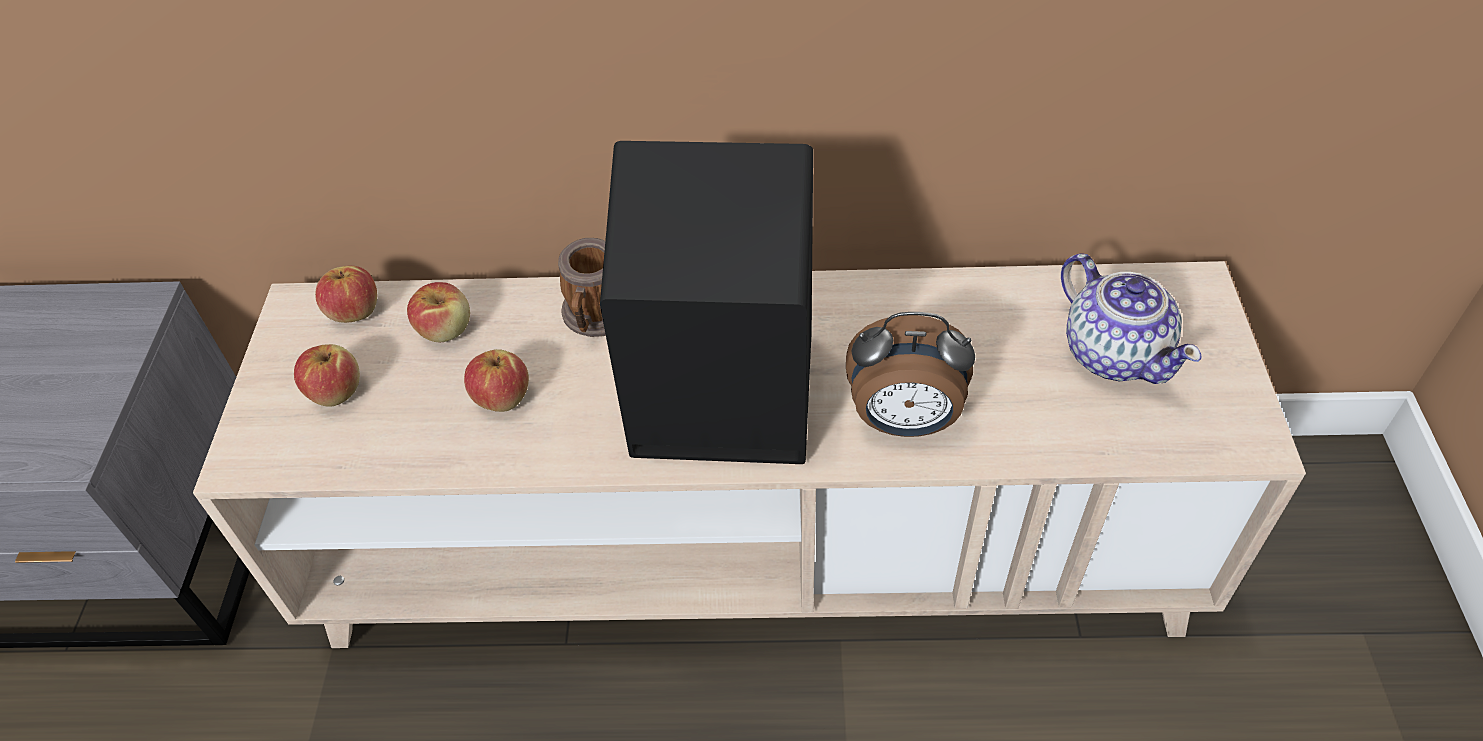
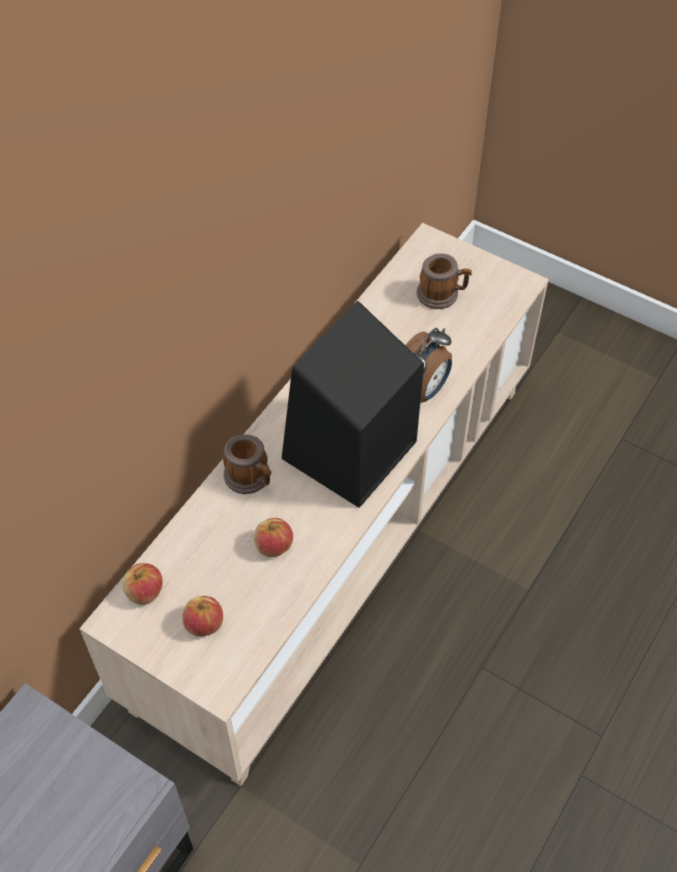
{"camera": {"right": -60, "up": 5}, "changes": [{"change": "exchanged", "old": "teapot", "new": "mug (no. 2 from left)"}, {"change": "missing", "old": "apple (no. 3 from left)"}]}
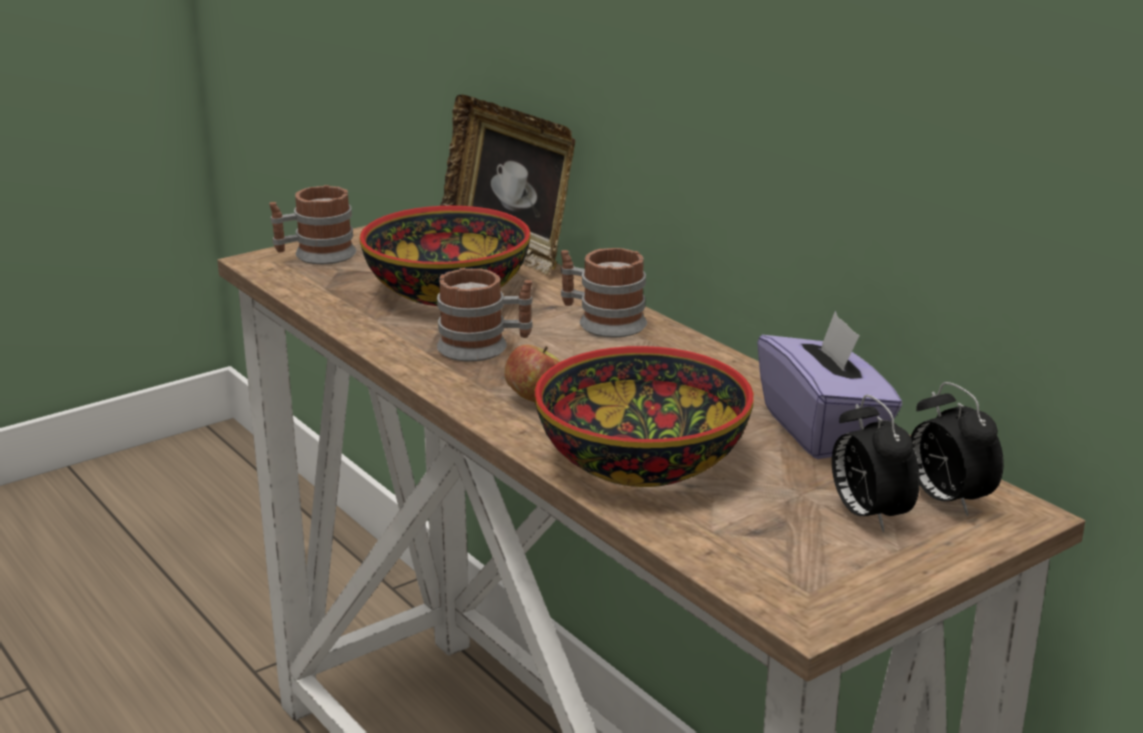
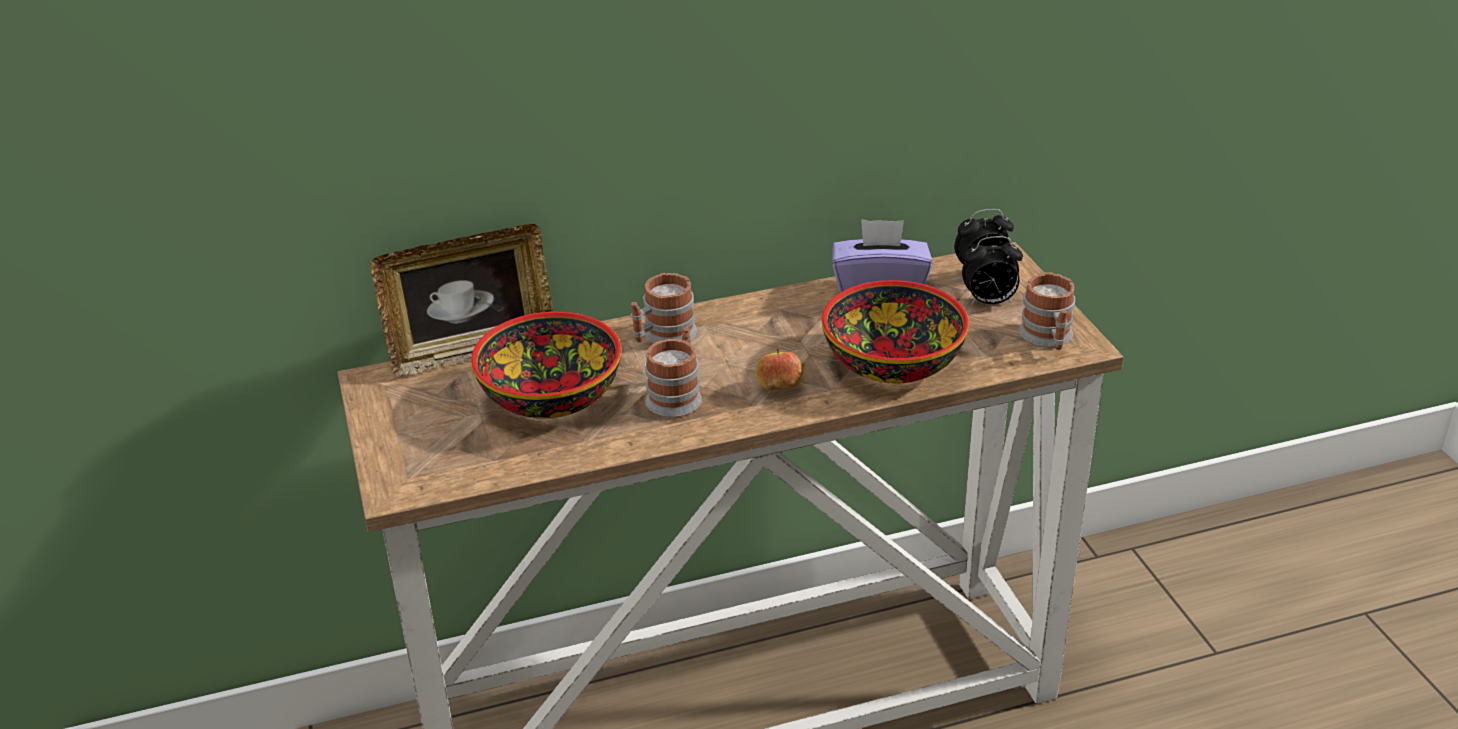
{"camera": {"right": -70, "up": 10}, "changes": [{"change": "relocated", "old": "mug (no. 1 from left in the first image)", "new": "mug (no. 3 from left)"}]}
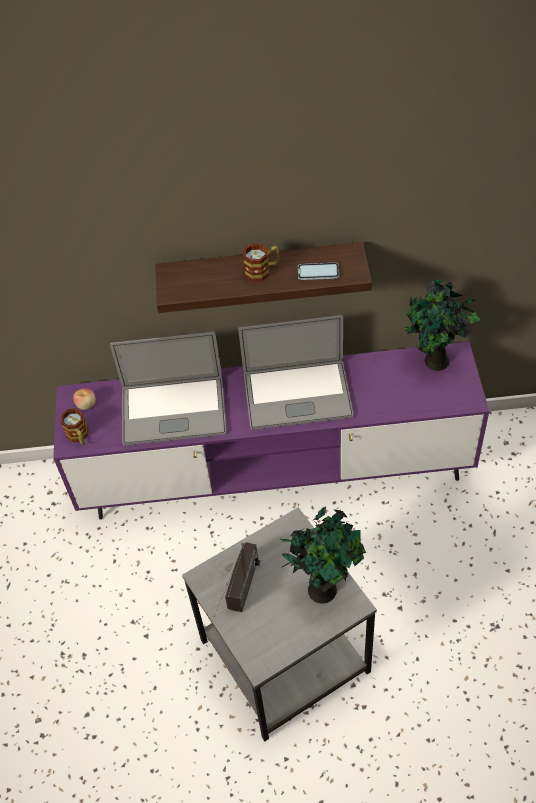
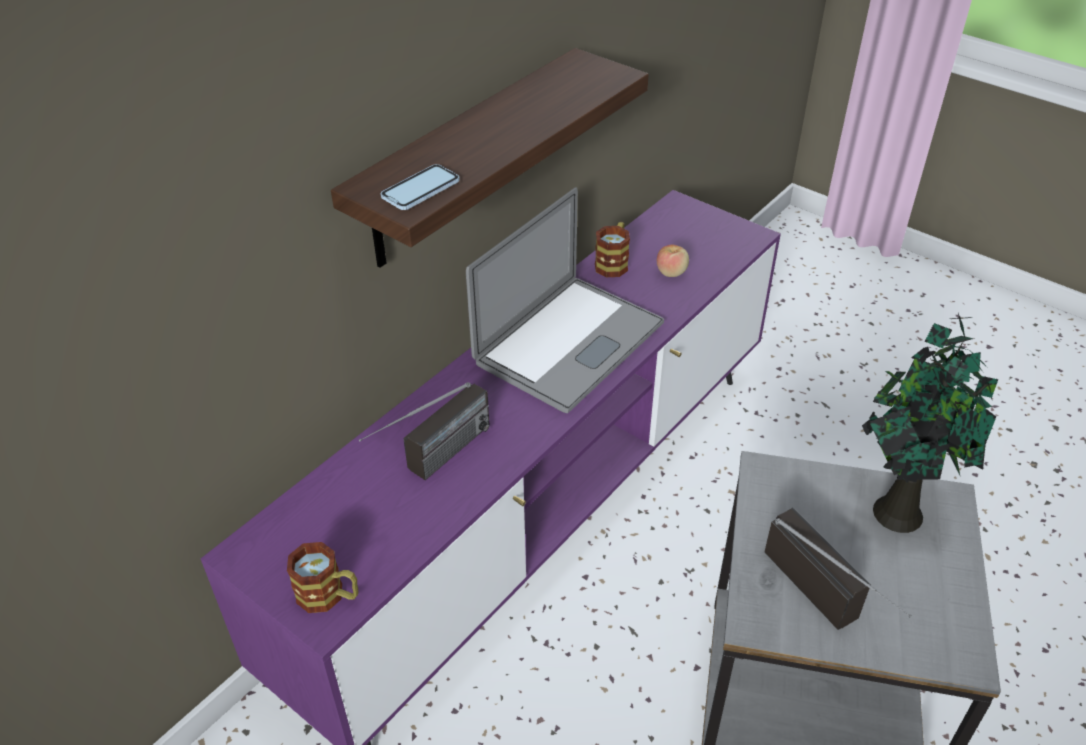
{"camera": {"right": -50, "up": -10}, "changes": [{"change": "exchanged", "old": "laptop (no. 1 from left)", "new": "radio (no. 1 from left)"}, {"change": "relocated", "old": "phone"}, {"change": "relocated", "old": "mug (no. 2 from left)"}, {"change": "relocated", "old": "apple"}, {"change": "missing", "old": "potted plant (no. 2 from left)"}]}
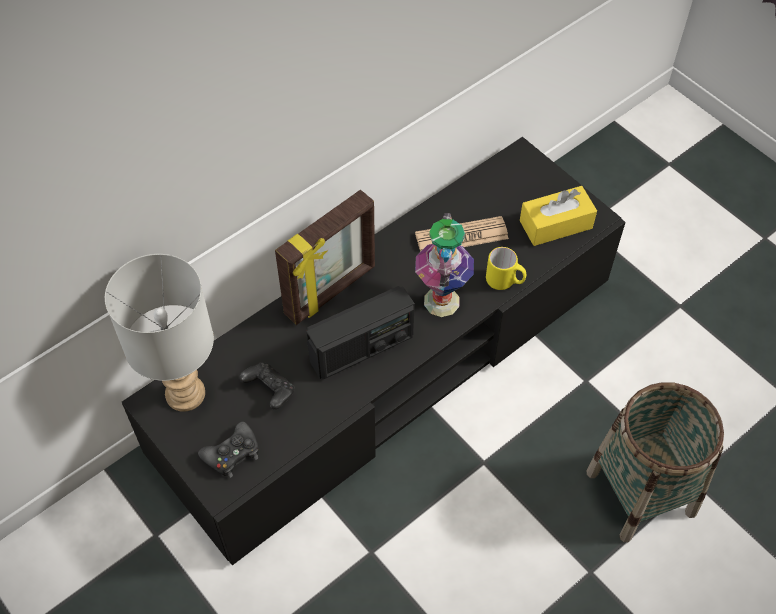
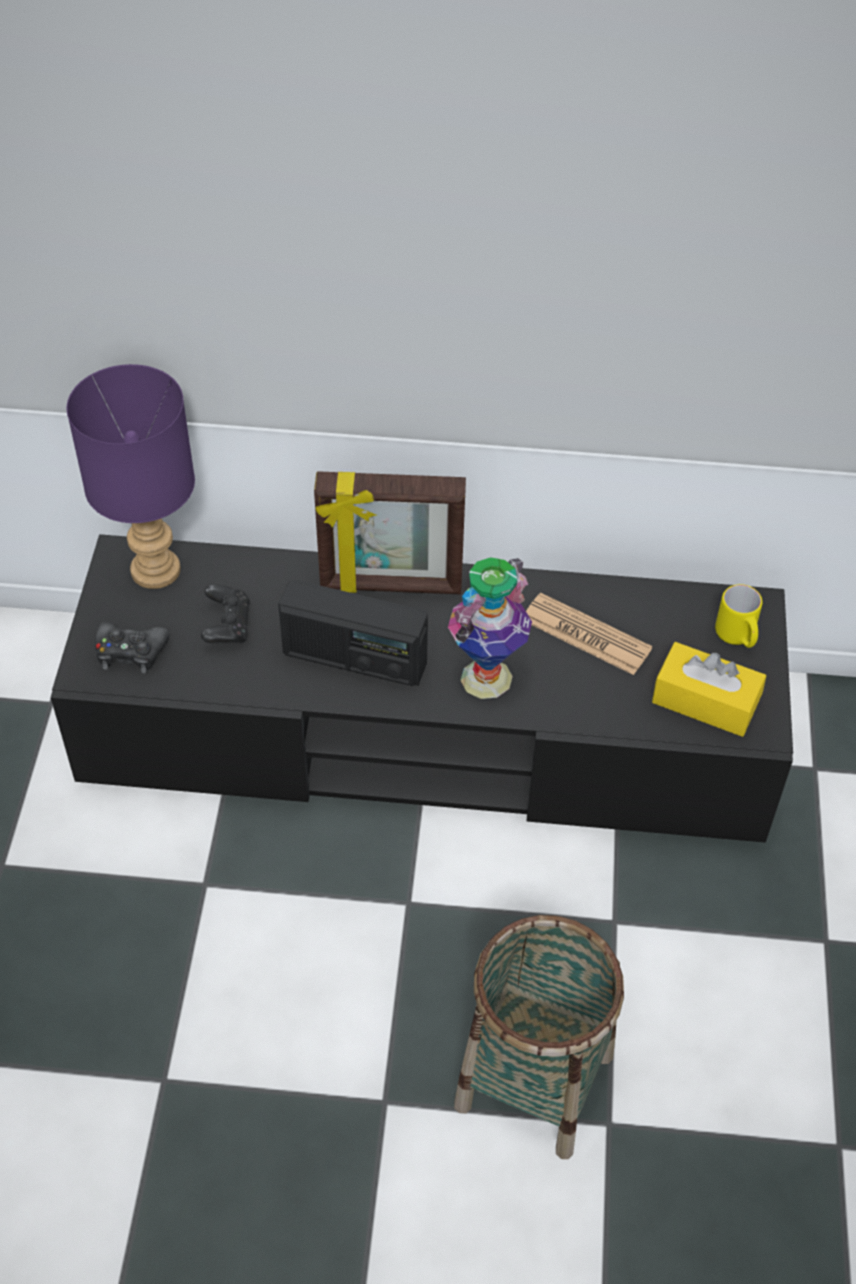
{"camera": {"right": 45, "up": -5}, "changes": [{"change": "colour", "old": "grey table lamp", "new": "purple table lamp"}, {"change": "relocated", "old": "yellow mug"}]}
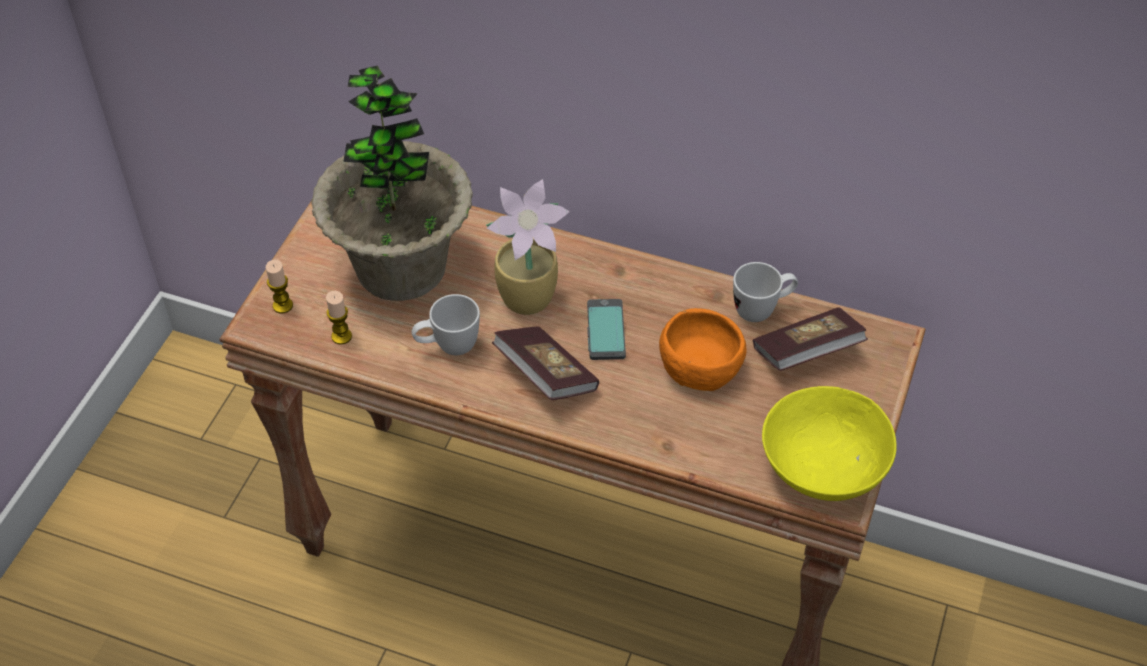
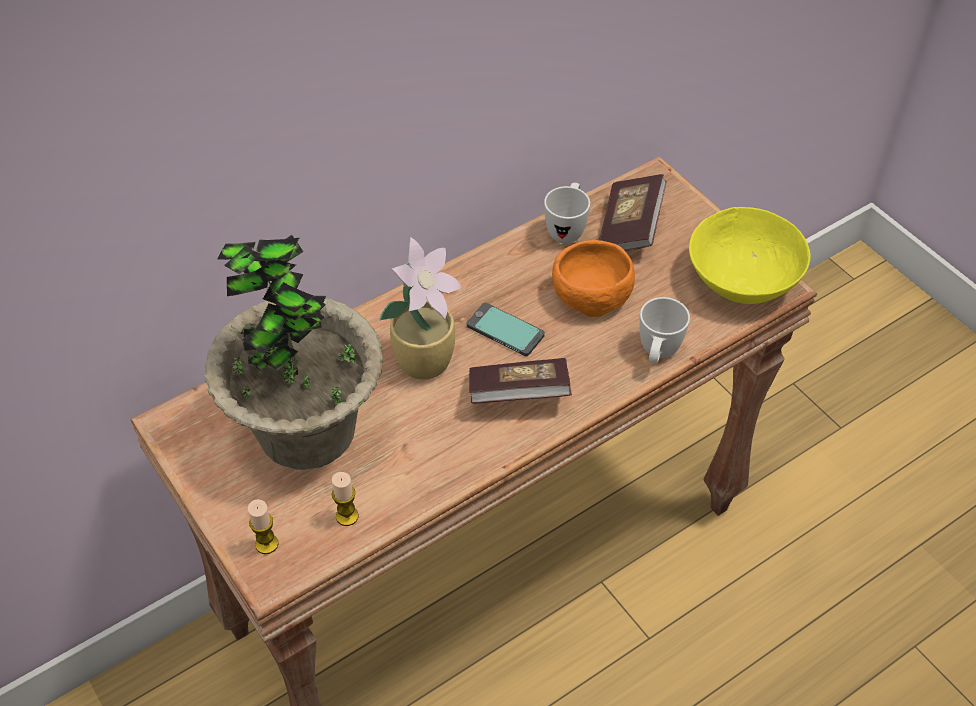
{"camera": {"right": -55, "up": 0}, "changes": [{"change": "relocated", "old": "white mug (no. 1 from left in the first image)", "new": "white mug (no. 2 from left)"}]}
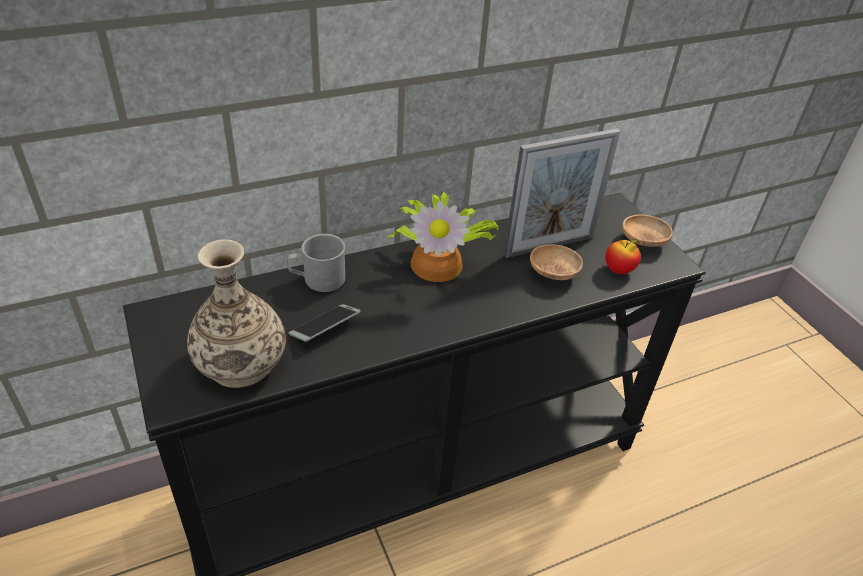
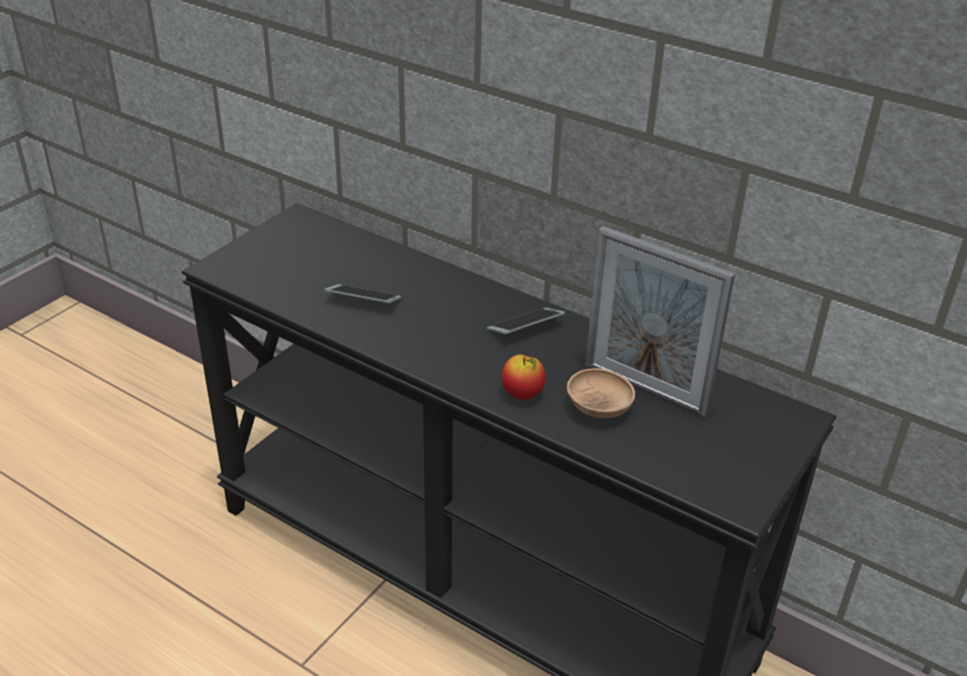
{"camera": {"right": 60, "up": -5}, "changes": [{"change": "exchanged", "old": "potted plant", "new": "phone (no. 2 from left)"}, {"change": "relocated", "old": "apple"}, {"change": "missing", "old": "vase"}, {"change": "missing", "old": "grey mug"}, {"change": "missing", "old": "brown bowl (no. 2 from left)"}]}
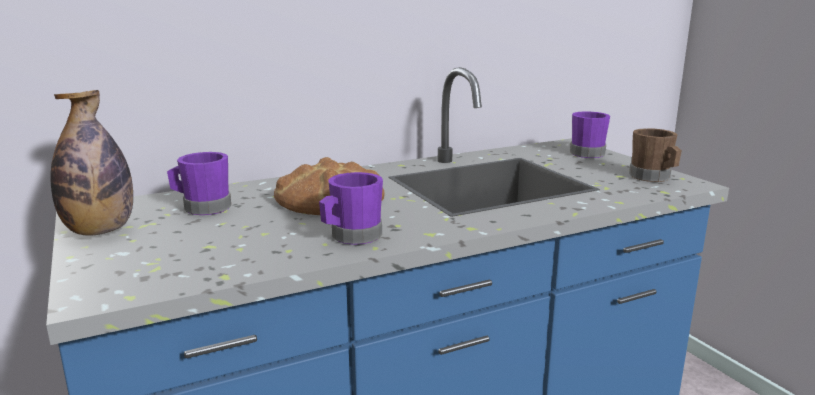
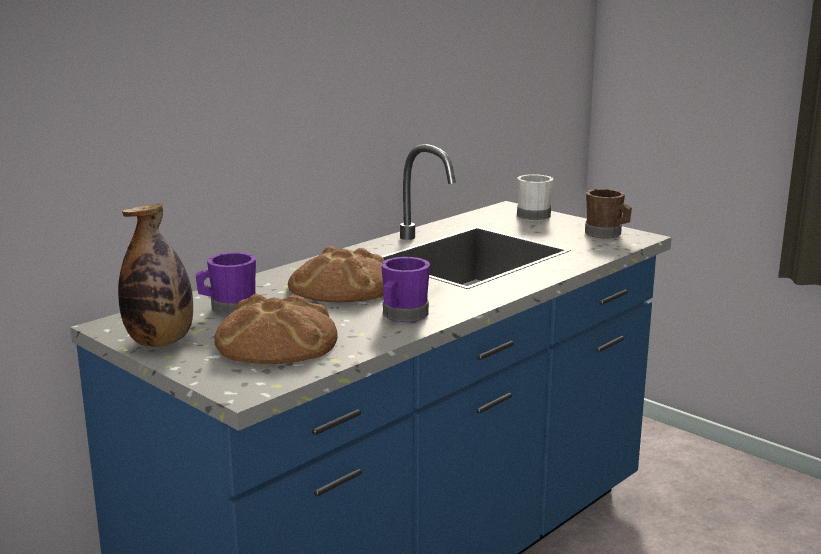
{"camera": {"right": -20, "up": 0}, "changes": [{"change": "appeared", "new": "bread (no. 1 from left)"}, {"change": "colour", "old": "purple mug (no. 3 from left)", "new": "white mug"}]}
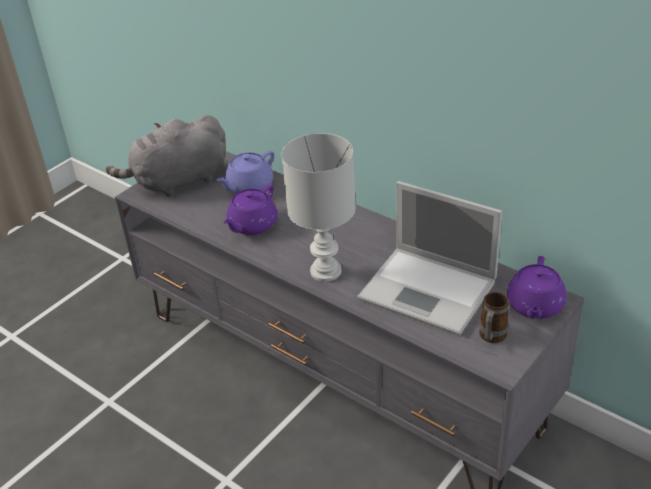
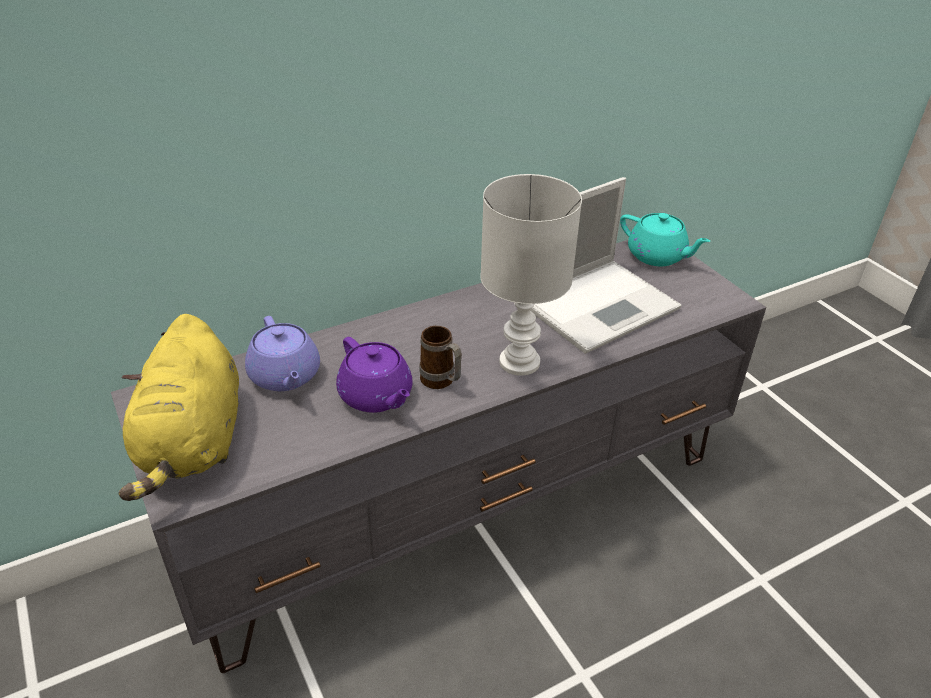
{"camera": {"right": -70, "up": 0}, "changes": [{"change": "colour", "old": "grey plush toy", "new": "yellow plush toy"}, {"change": "relocated", "old": "mug"}, {"change": "colour", "old": "purple teapot (no. 3 from left)", "new": "turquoise teapot"}]}
